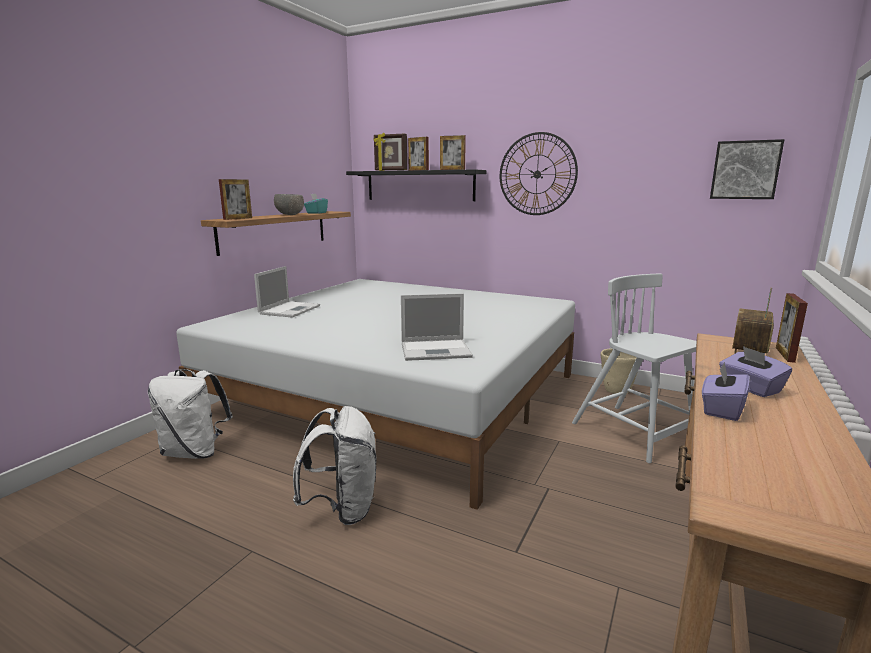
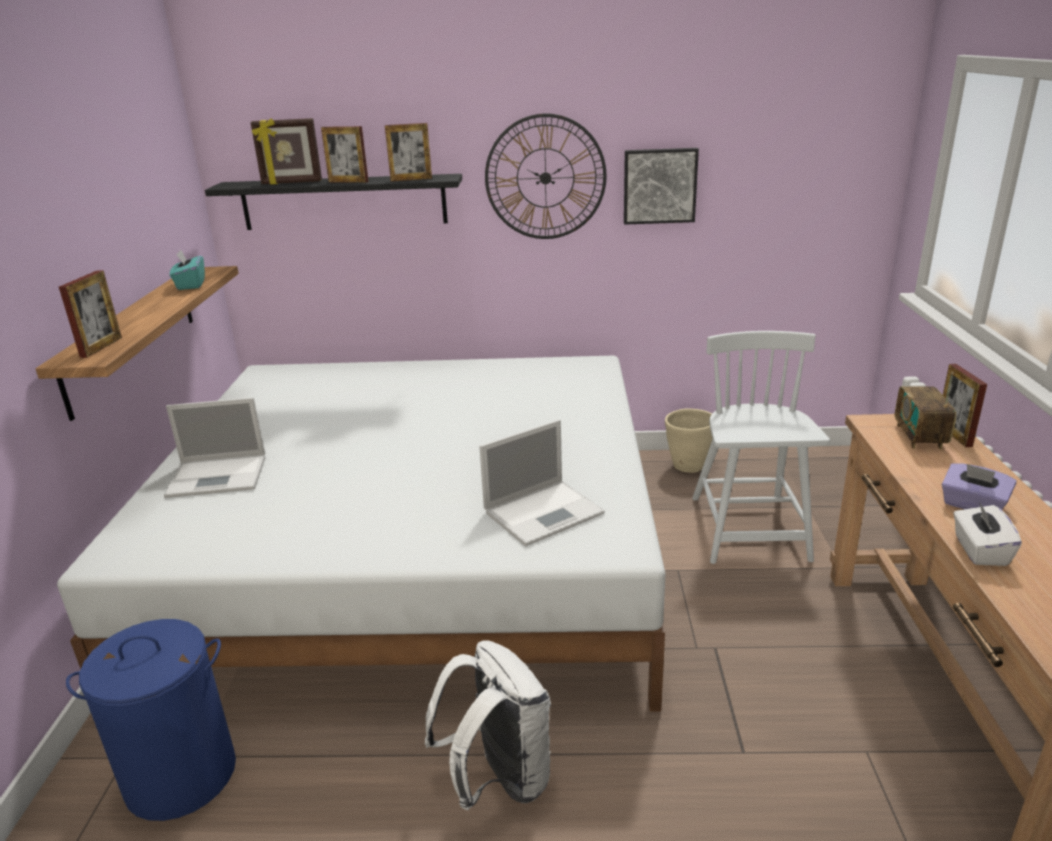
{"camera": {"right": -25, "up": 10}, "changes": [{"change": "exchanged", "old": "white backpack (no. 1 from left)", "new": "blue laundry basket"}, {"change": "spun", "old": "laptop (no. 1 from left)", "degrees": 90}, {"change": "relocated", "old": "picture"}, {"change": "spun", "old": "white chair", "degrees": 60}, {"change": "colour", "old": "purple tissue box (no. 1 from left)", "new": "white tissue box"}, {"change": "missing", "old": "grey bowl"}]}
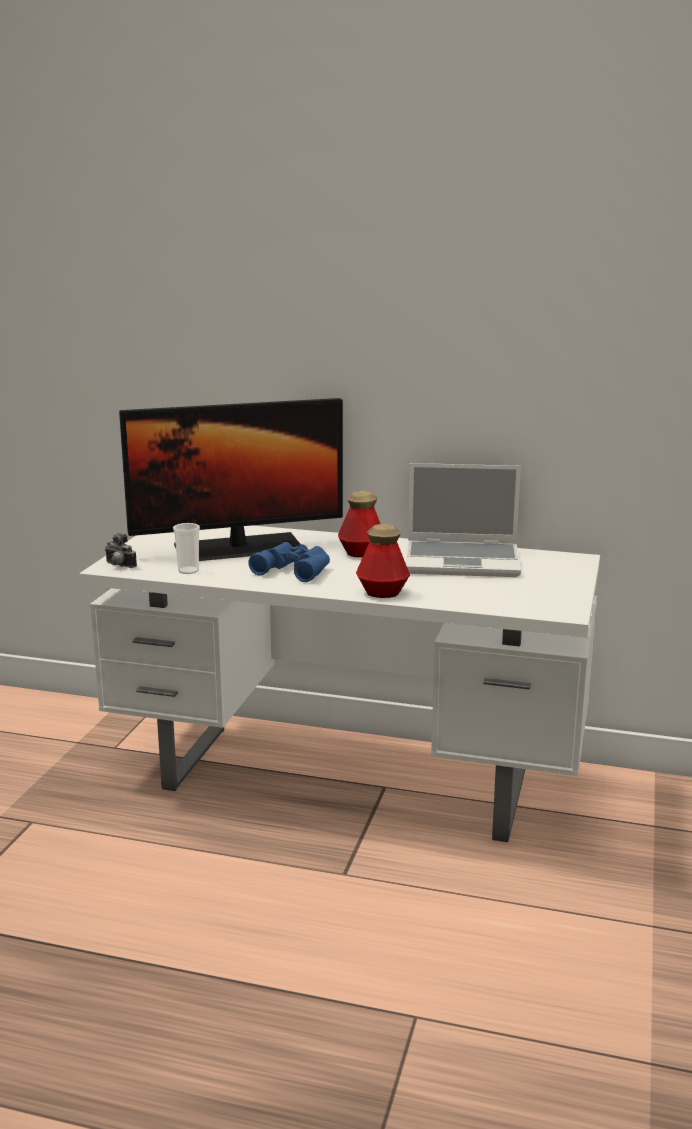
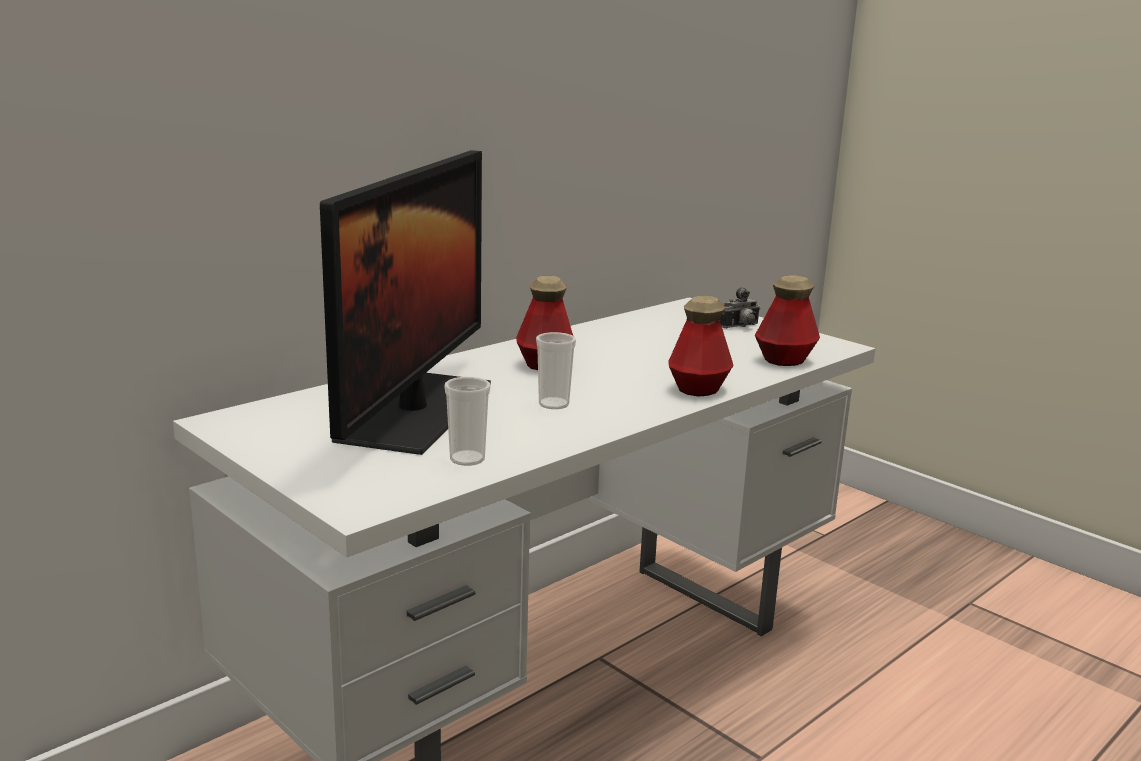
{"camera": {"right": -60, "up": 0}, "changes": [{"change": "exchanged", "old": "blue binoculars", "new": "cup (no. 2 from left)"}, {"change": "relocated", "old": "photo camera"}, {"change": "appeared", "new": "bottle (no. 3 from left)"}, {"change": "missing", "old": "laptop"}]}
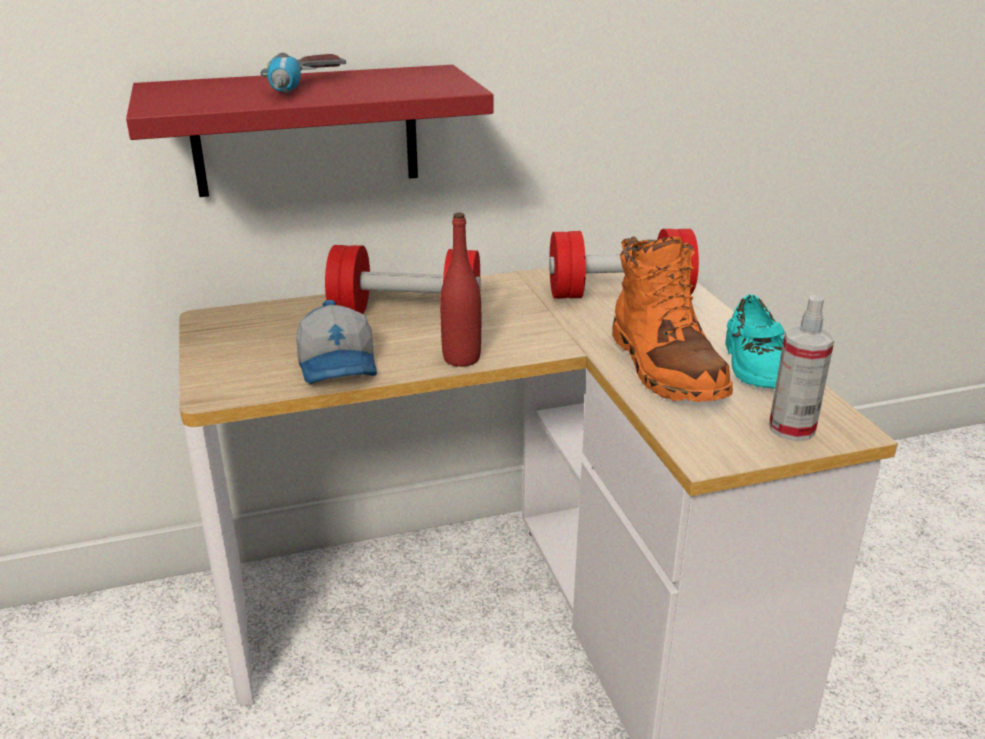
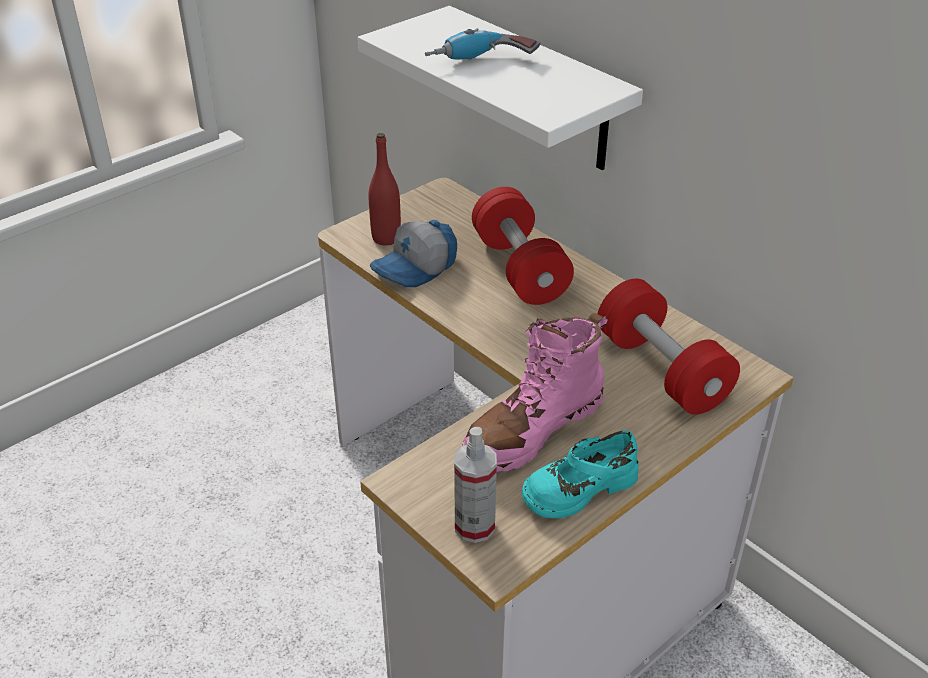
{"camera": {"right": 65, "up": 10}, "changes": [{"change": "colour", "old": "red shelf", "new": "white shelf"}, {"change": "relocated", "old": "red bottle"}, {"change": "colour", "old": "orange boot", "new": "pink boot"}]}
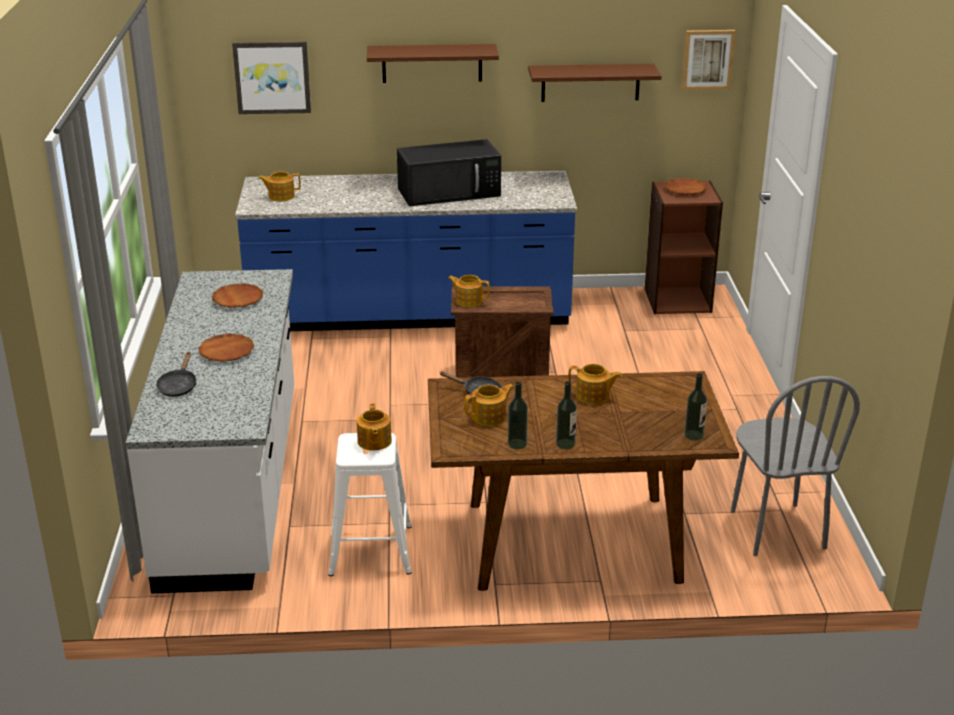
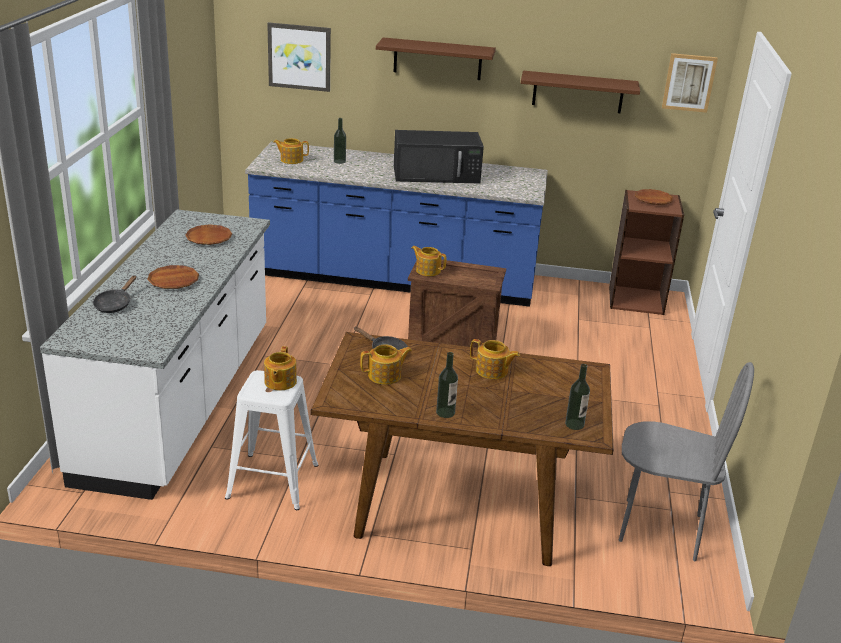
{"camera": {"right": 10, "up": 0}, "changes": [{"change": "relocated", "old": "bottle (no. 1 from left)"}, {"change": "spun", "old": "grey chair", "degrees": -75}]}
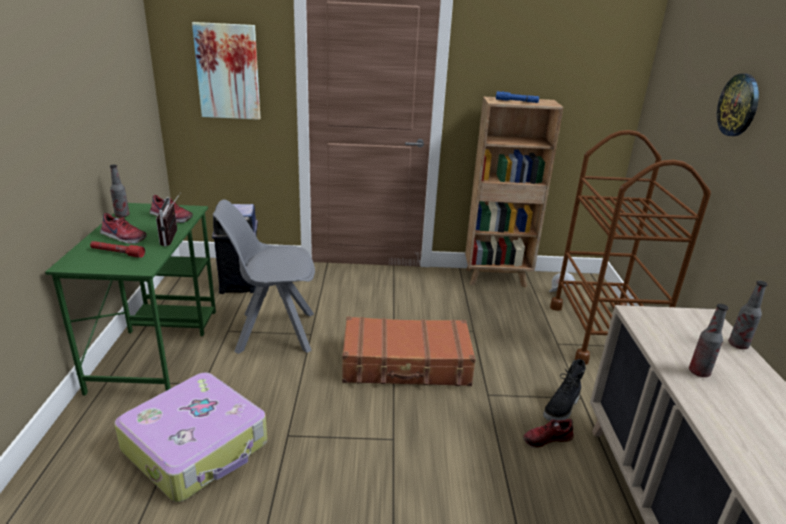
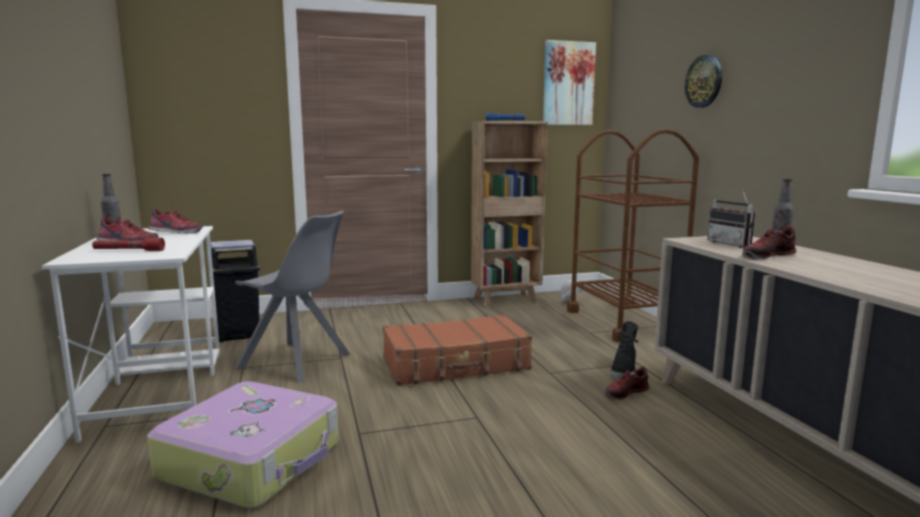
{"camera": {"right": -15, "up": -15}, "changes": [{"change": "colour", "old": "green desk", "new": "white desk"}, {"change": "spun", "old": "grey chair", "degrees": -135}, {"change": "relocated", "old": "picture"}, {"change": "relocated", "old": "radio"}, {"change": "exchanged", "old": "bottle (no. 2 from left)", "new": "shoe (no. 4 from left)"}]}
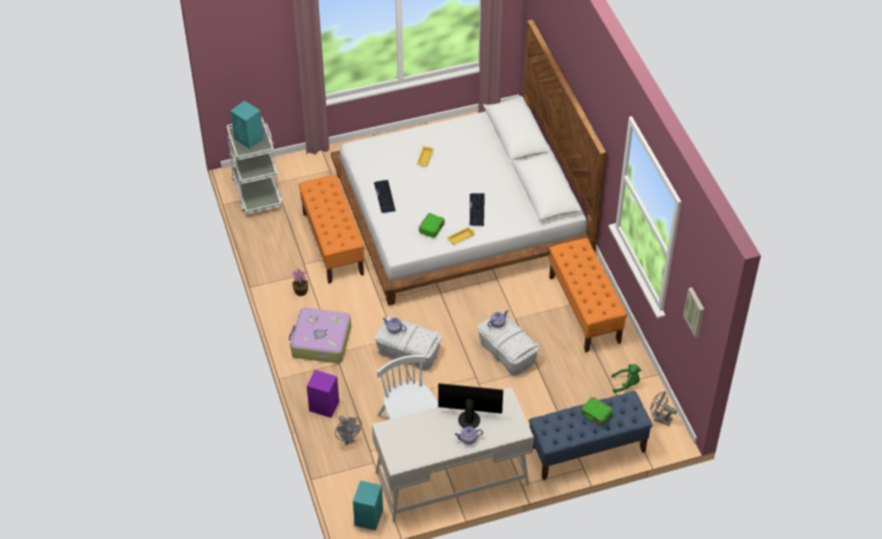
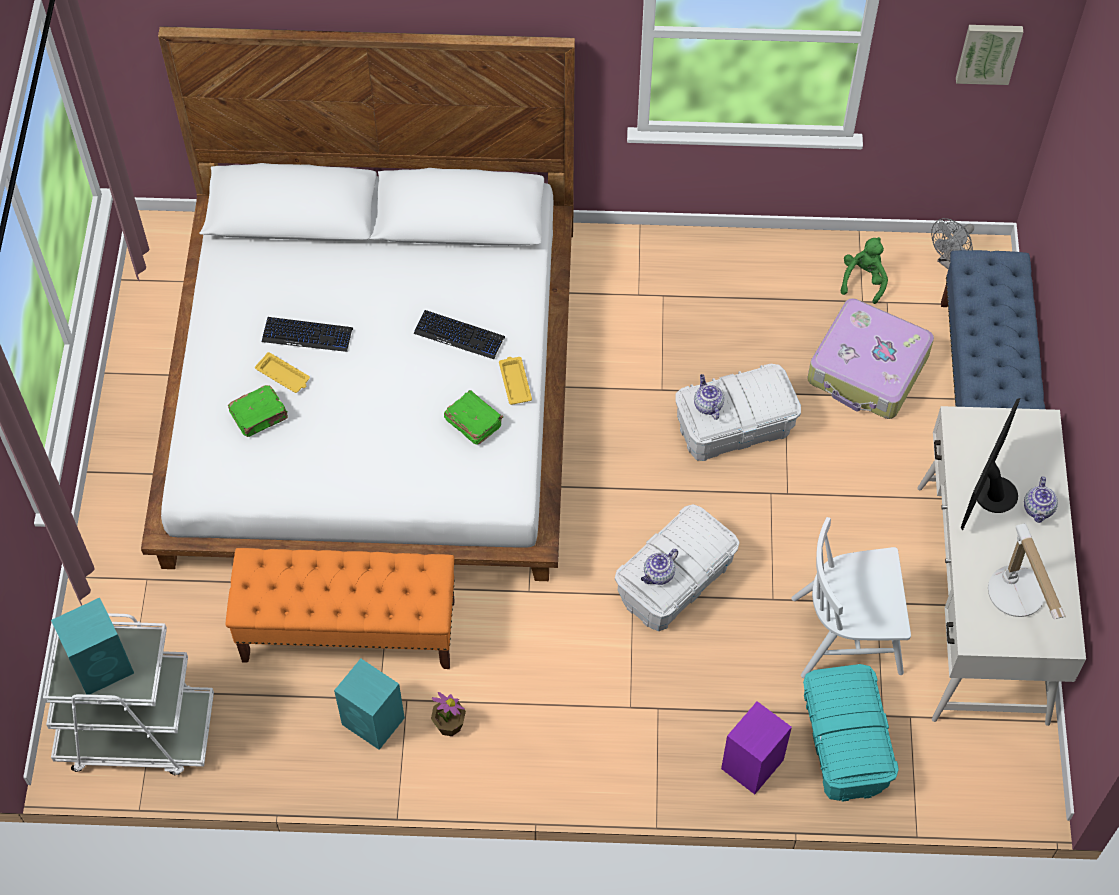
{"camera": {"right": -70, "up": 10}, "changes": [{"change": "relocated", "old": "green book (no. 2 from left in the first image)", "new": "green book (no. 1 from left)"}, {"change": "relocated", "old": "keyboard (no. 1 from left)"}, {"change": "relocated", "old": "turquoise speaker (no. 2 from left)"}, {"change": "exchanged", "old": "grey fan (no. 1 from left)", "new": "turquoise storage box"}, {"change": "relocated", "old": "suitcase"}, {"change": "appeared", "new": "table lamp"}, {"change": "missing", "old": "orange bench (no. 2 from left)"}]}
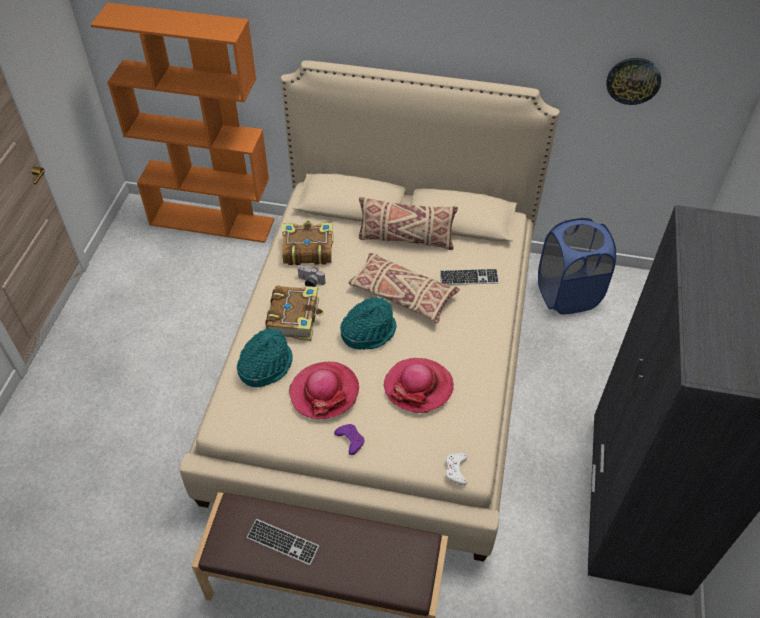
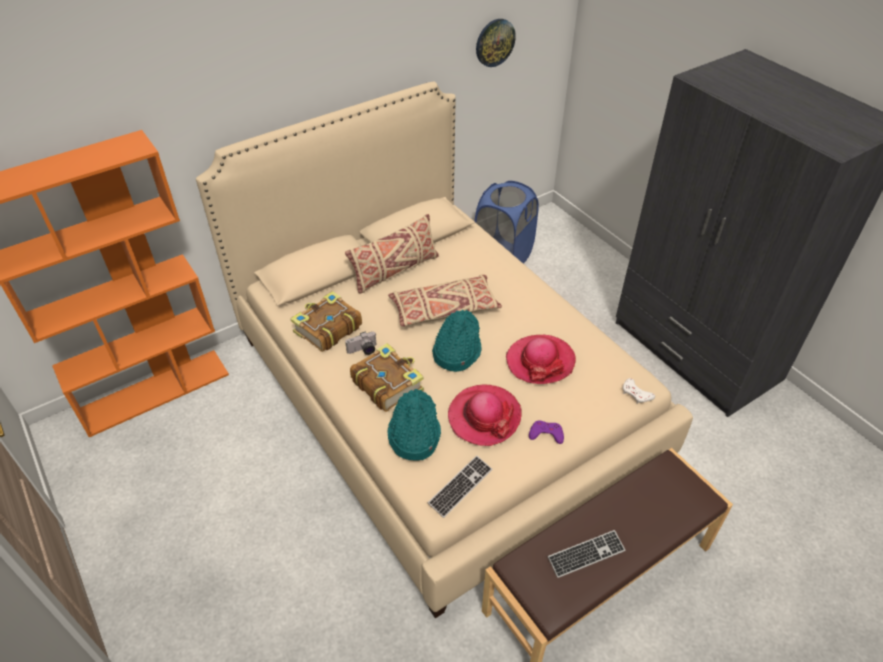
{"camera": {"right": -45, "up": -5}, "changes": [{"change": "relocated", "old": "keyboard (no. 2 from left in the first image)", "new": "keyboard (no. 1 from left)"}]}
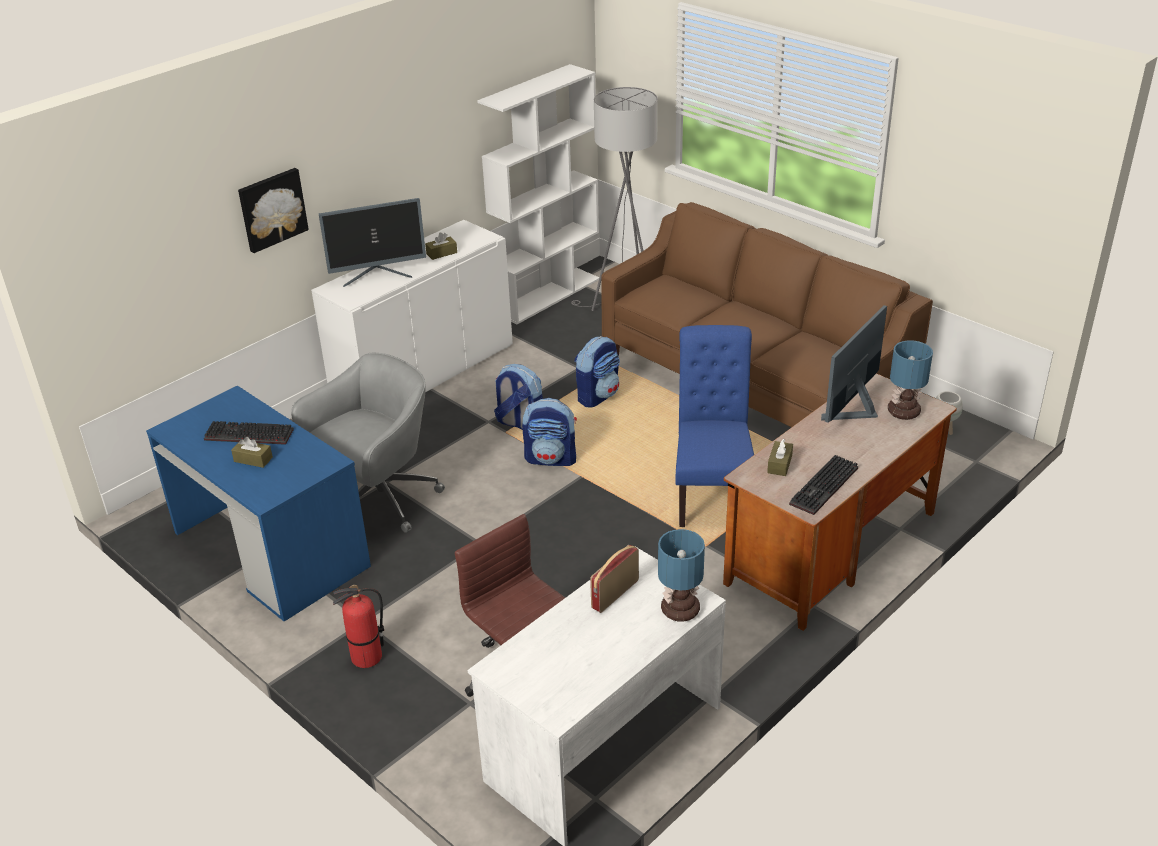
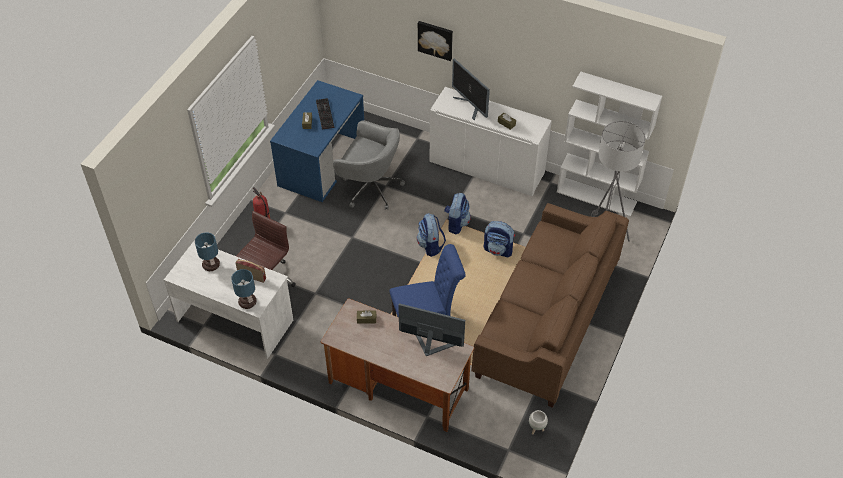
{"camera": {"right": 70, "up": 15}, "changes": [{"change": "relocated", "old": "table lamp (no. 2 from left in the first image)", "new": "table lamp (no. 1 from left)"}, {"change": "missing", "old": "keyboard (no. 2 from left)"}]}
